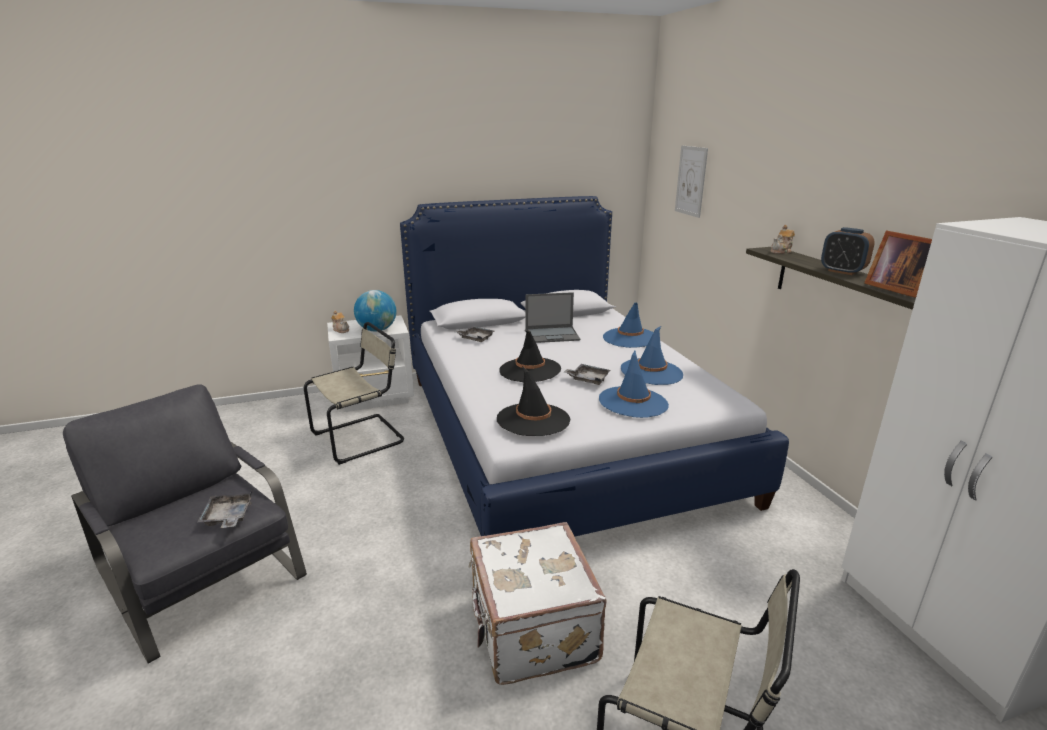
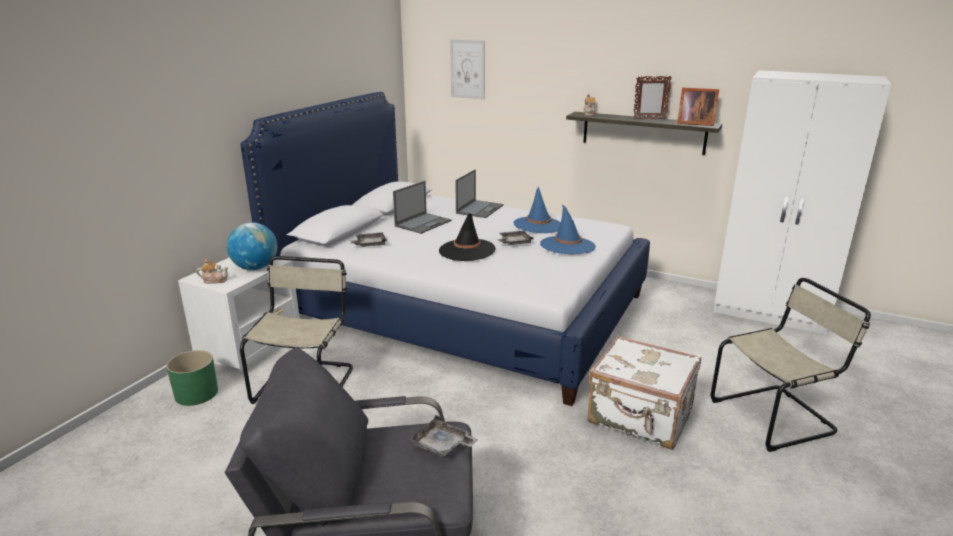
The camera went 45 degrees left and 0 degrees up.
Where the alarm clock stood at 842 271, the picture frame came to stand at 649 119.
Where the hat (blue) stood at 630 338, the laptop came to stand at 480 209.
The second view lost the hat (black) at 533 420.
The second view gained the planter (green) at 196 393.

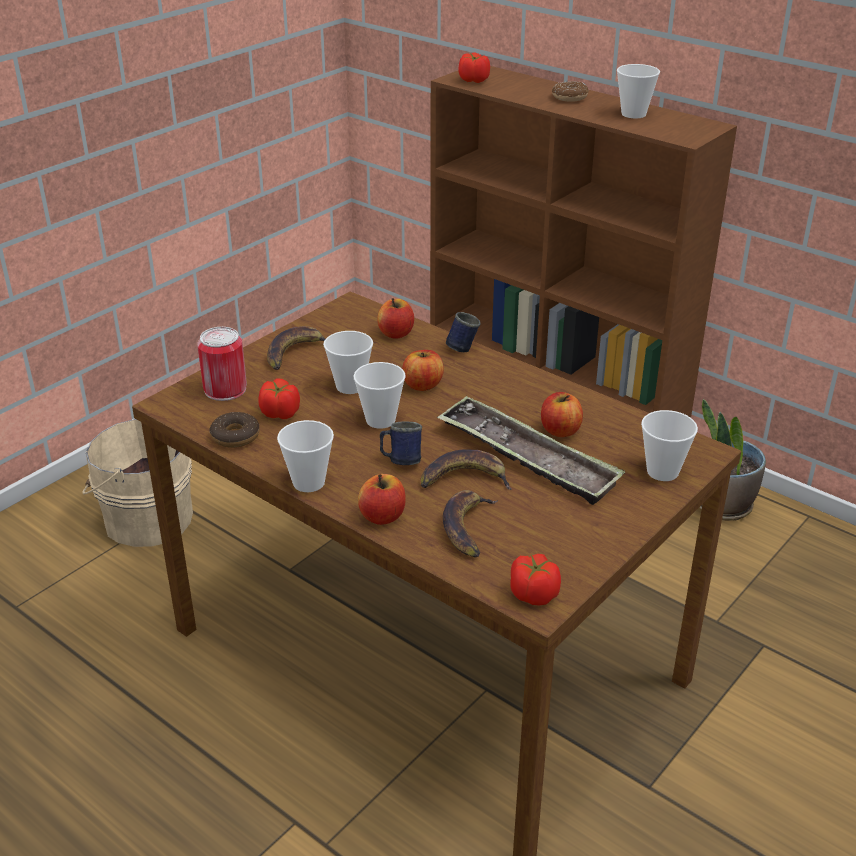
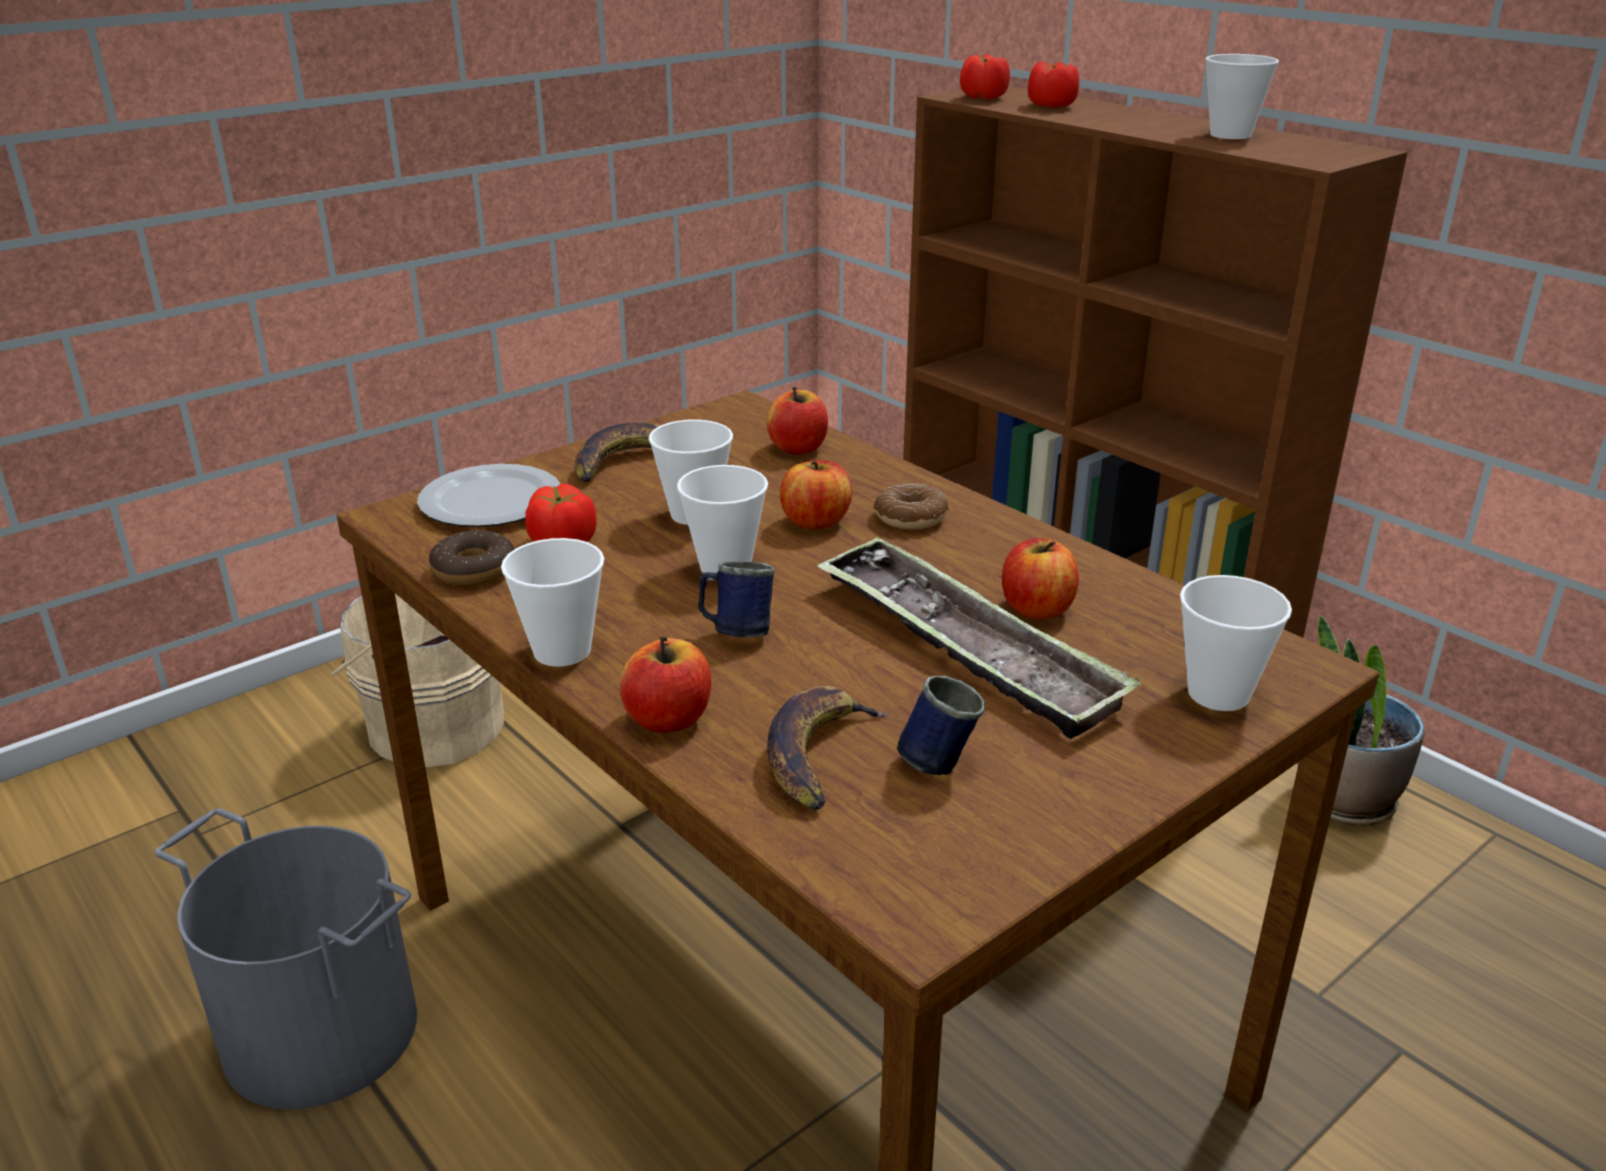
The camera went 10 degrees right and 5 degrees down.
The donut ended up elsewhere, having gone from 569 97 to 910 518.
The mug (blue) ended up elsewhere, having gone from 461 346 to 936 757.
Where the can stood at 225 389, the plate came to stand at 492 503.
The second view lost the banana at 464 478.
The tomato ended up elsewhere, having gone from 533 594 to 1051 106.
The second view gained the bucket (grey) at 323 1029.

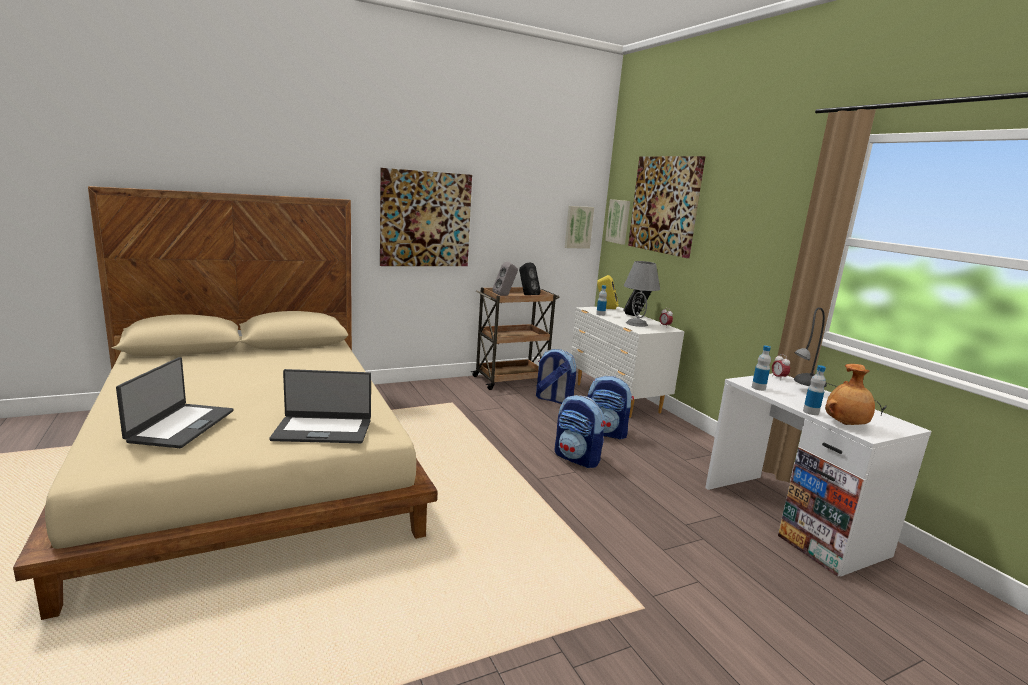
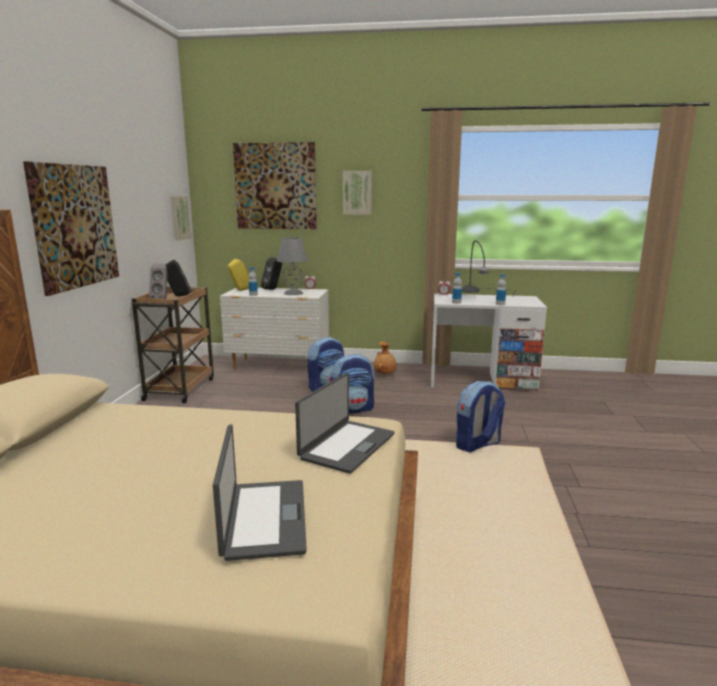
The camera went 55 degrees left and 0 degrees up.
The picture ended up elsewhere, having gone from 619 221 to 357 192.
The backpack ended up elsewhere, having gone from 553 399 to 477 445.
The laptop at 180 426 ended up facing another way, 45 degrees clockwise from before.
The vase (brown) ended up elsewhere, having gone from 846 424 to 385 374.

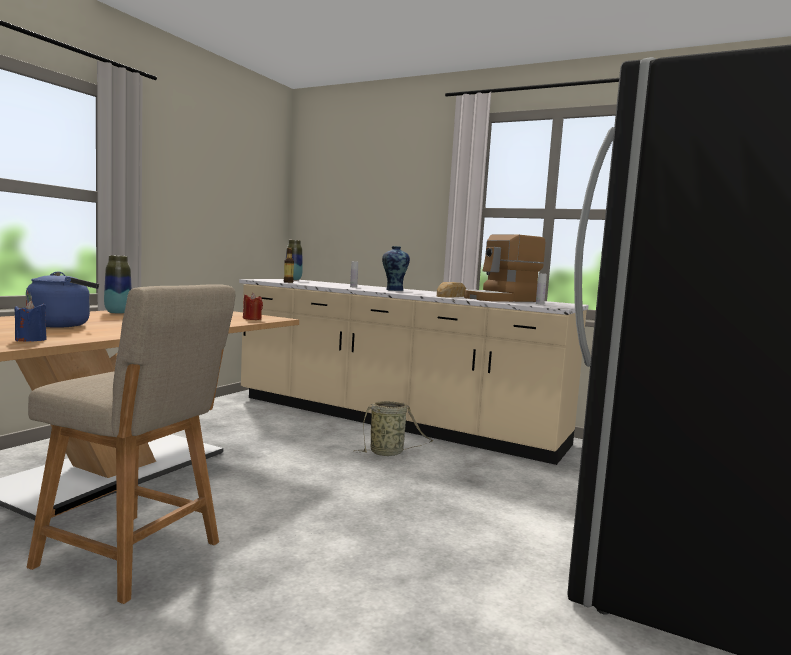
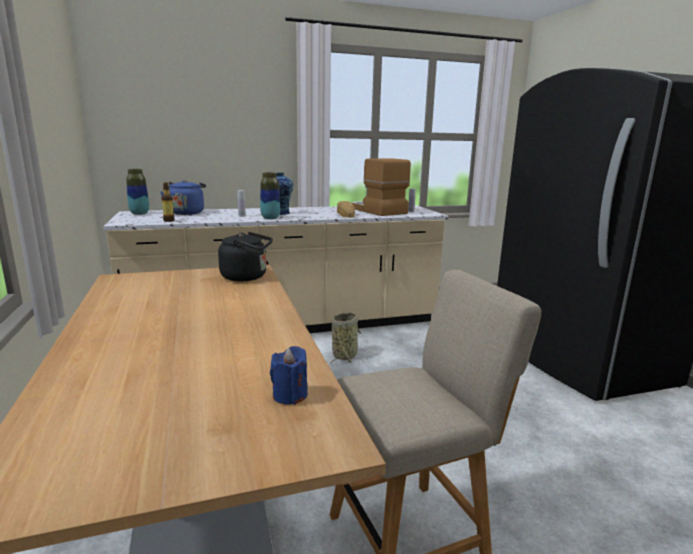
The camera went 45 degrees left and 10 degrees up.
The coffee machine at 501 299 ended up facing another way, 135 degrees clockwise from before.
The vase ended up elsewhere, having gone from 118 313 to 270 218.
The kettle (blue) ended up elsewhere, having gone from 63 325 to 187 213.
Where the candle (red) stood at 252 319, the kettle (black) came to stand at 247 277.

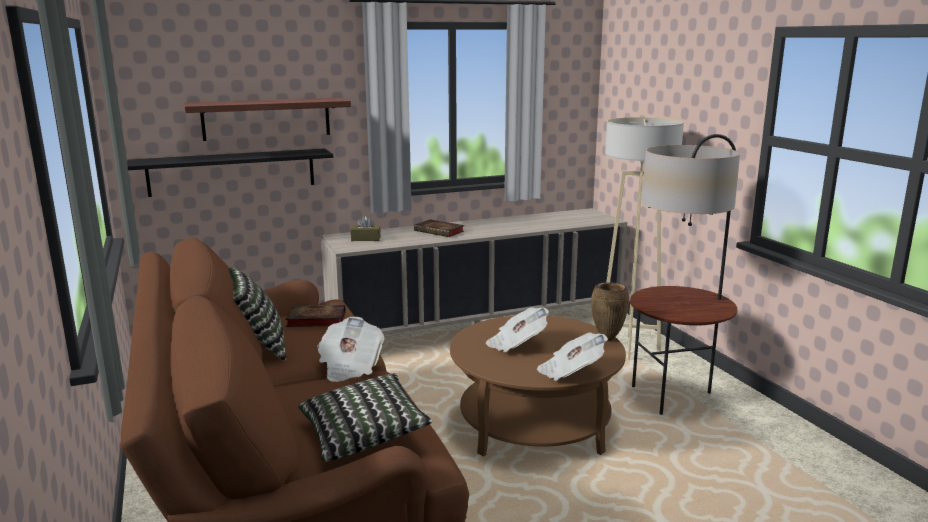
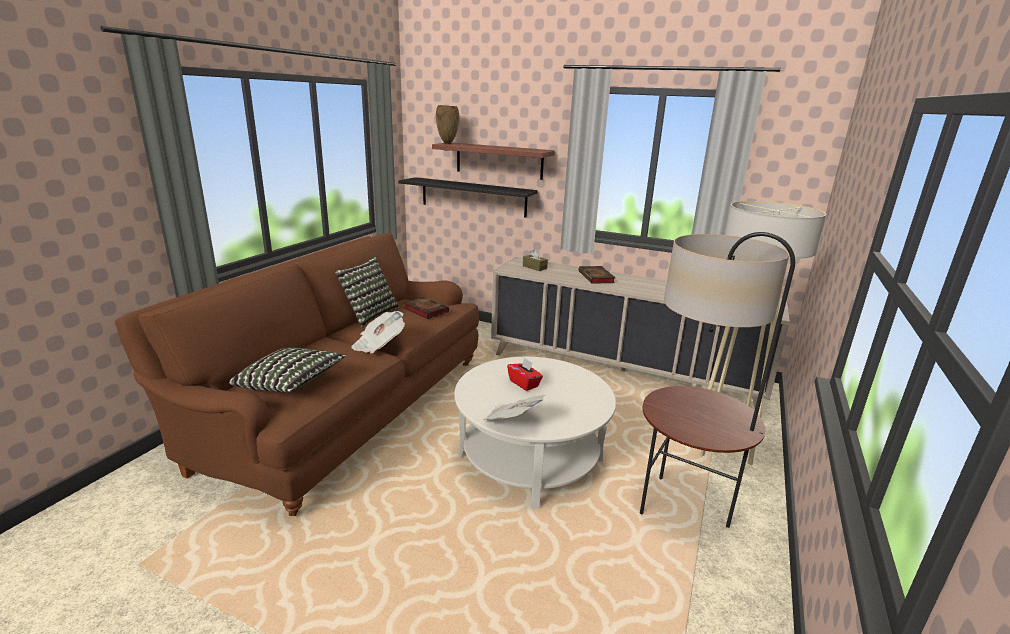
The camera went 45 degrees right and 5 degrees up.
The vase (brown) ended up elsewhere, having gone from 607 339 to 448 144.
Where the newspaper stood at 516 344, the tissue box (red) came to stand at 524 383.
What was the coffee table (brown) at 534 424 turned into the coffee table (white) at 530 458.

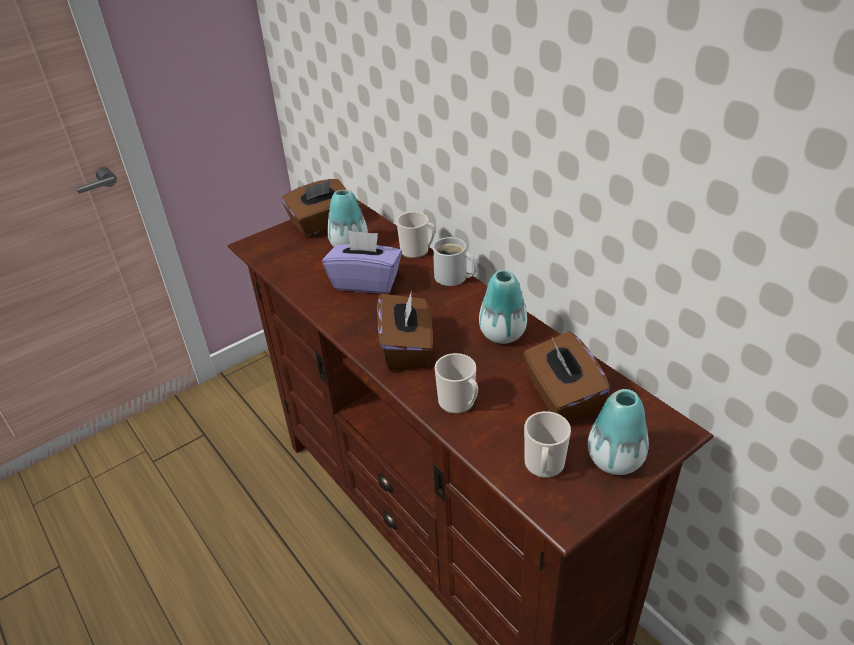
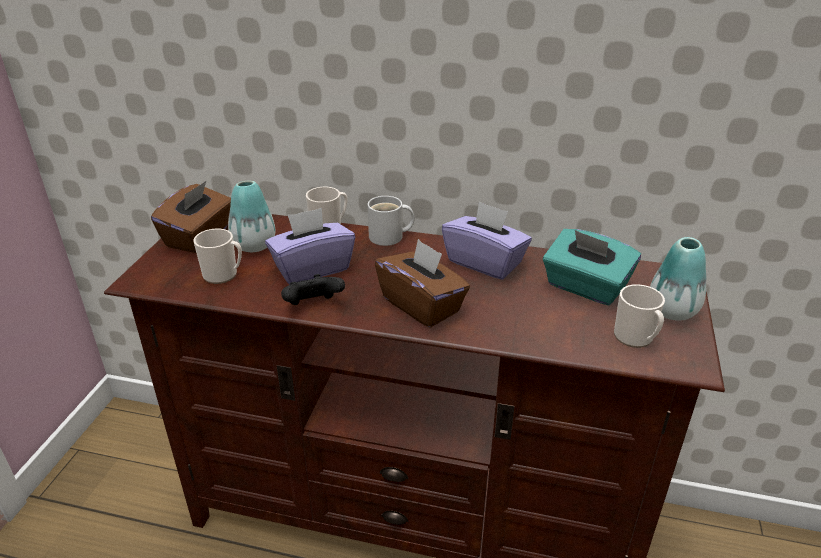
The camera went 40 degrees left and 5 degrees down.
Where the vase stood at 502 334, the tissue box (purple) came to stand at 485 262.
What was the tissue box (brown) at 561 397 turned into the tissue box (turquoise) at 585 287.
The mug ended up elsewhere, having gone from 459 403 to 224 275.
The second view gained the game controller (black) at 313 306.

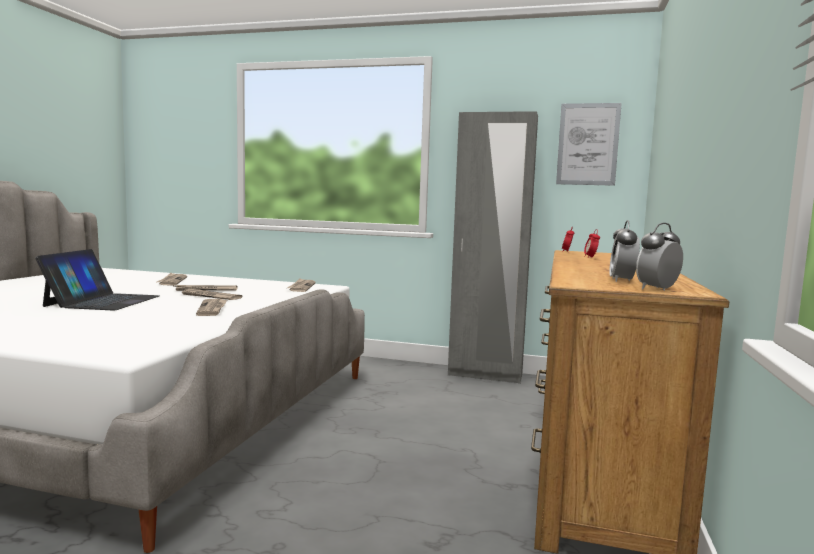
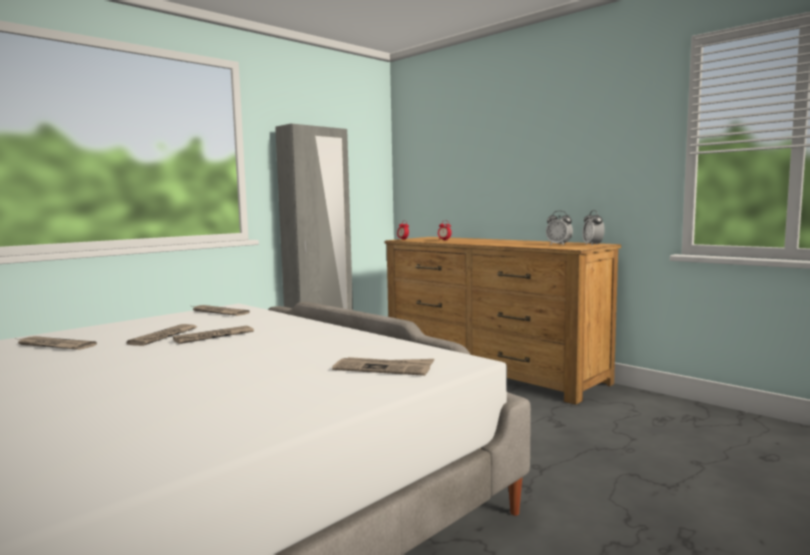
The camera went 60 degrees left and 0 degrees up.
The second view lost the picture at 588 144.
The second view lost the laptop at 103 301.
The newspaper ended up elsewhere, having gone from 212 309 to 384 369.

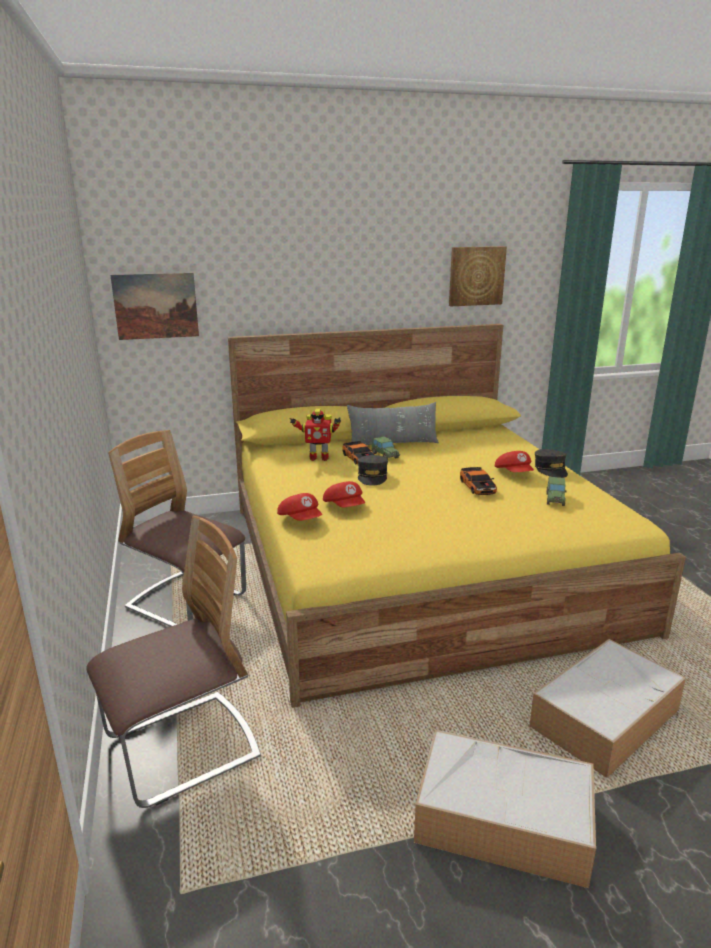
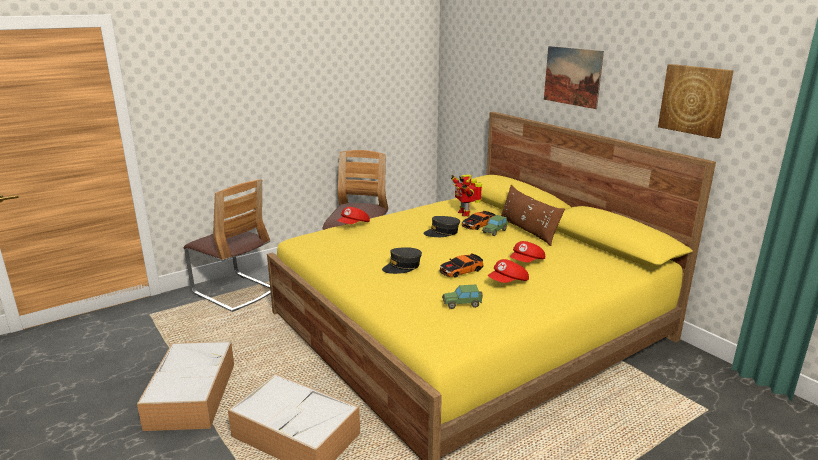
The camera went 70 degrees right and 0 degrees up.
The picture ended up elsewhere, having gone from 156 306 to 572 76.
What was the pillow (grey) at 393 443 turned into the pillow (brown) at 527 231.
The cap (grey) ended up elsewhere, having gone from 550 470 to 402 267.
The cap (red) ended up elsewhere, having gone from 345 507 to 527 262.

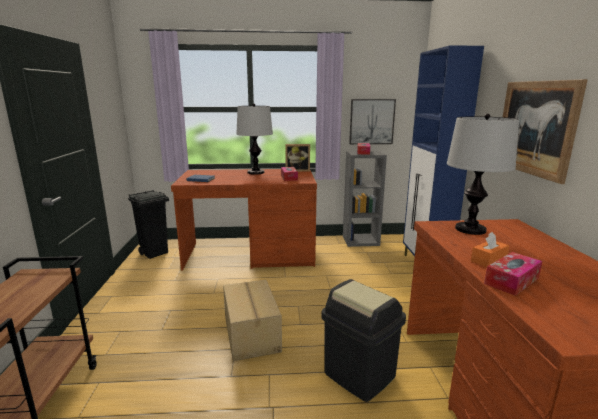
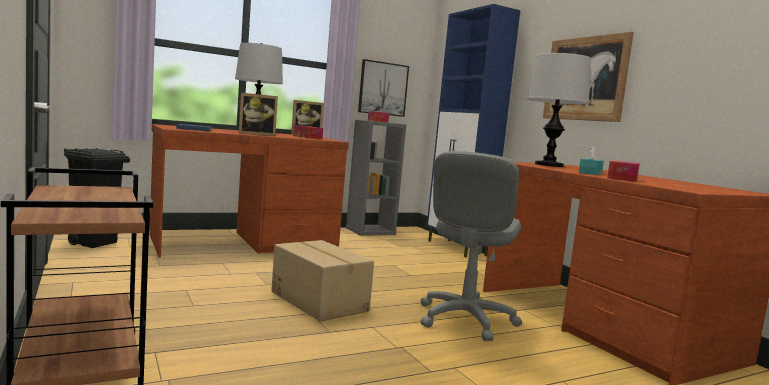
The camera went 25 degrees left and 10 degrees down.
What was the tissue box (orange) at 488 260 turned into the tissue box (turquoise) at 590 173.
Where the trash can (black) stood at 359 375, the office chair (grey) came to stand at 465 319.
The second view gained the picture frame at 256 134.

